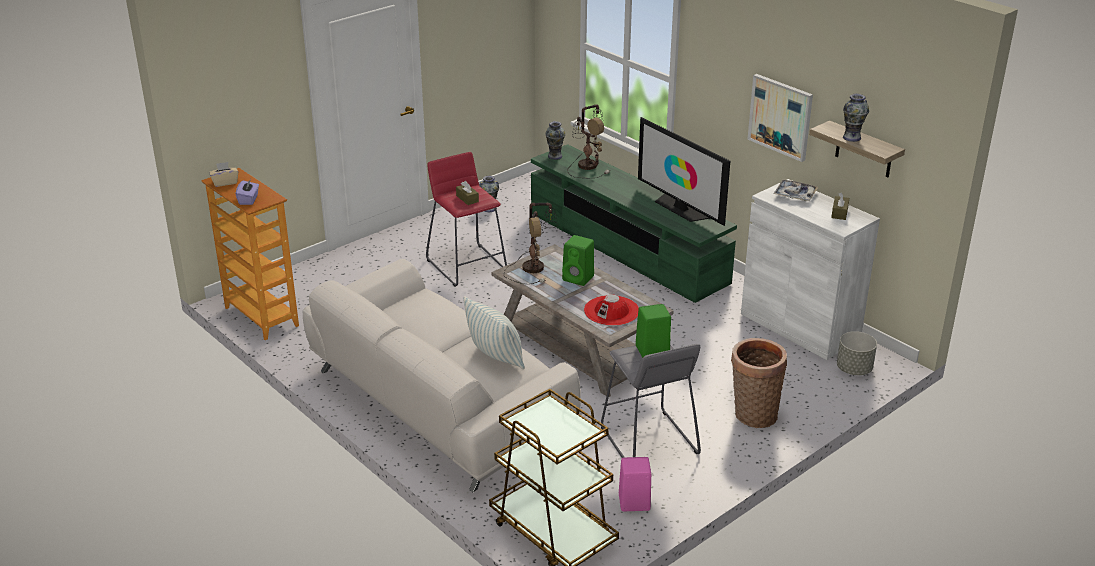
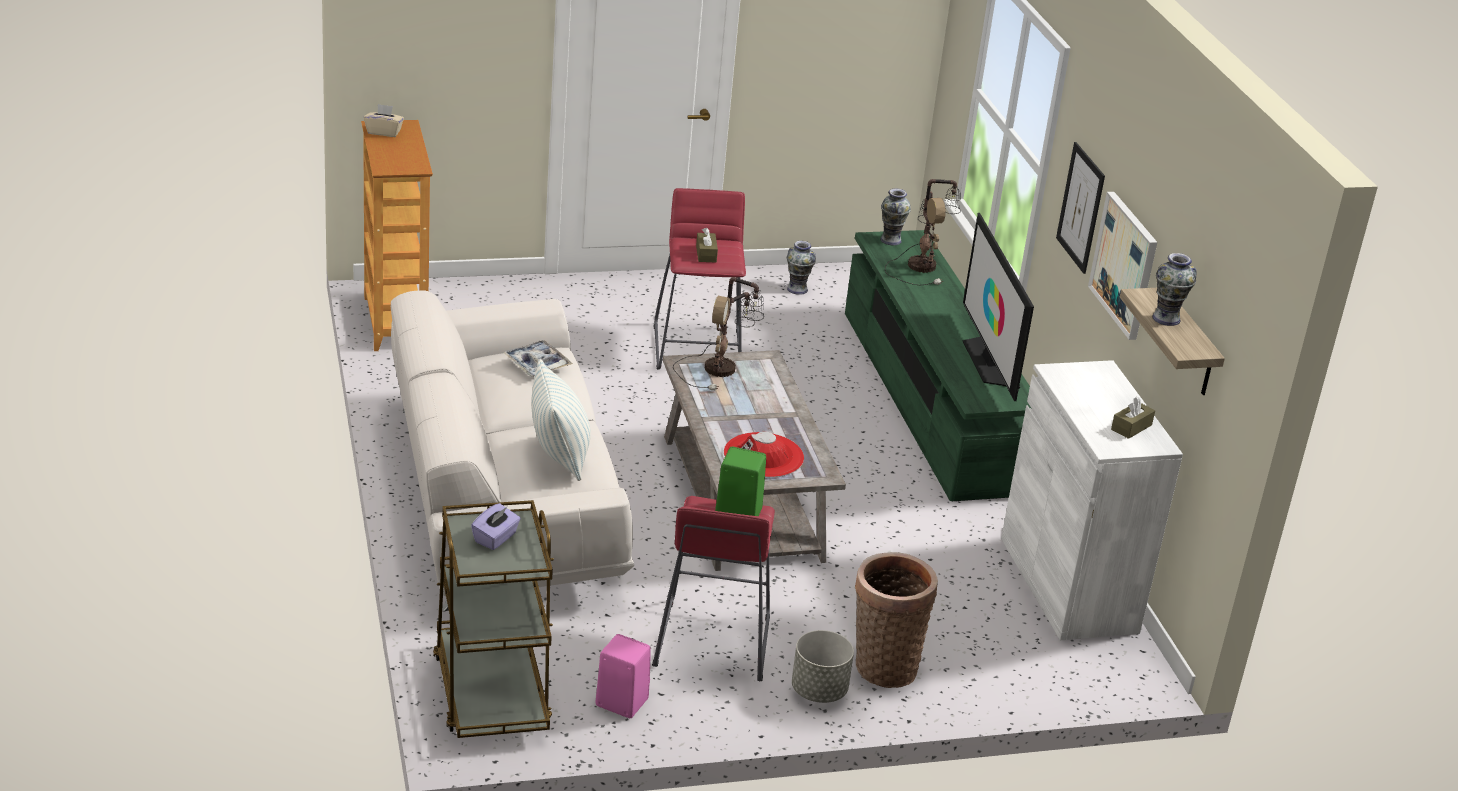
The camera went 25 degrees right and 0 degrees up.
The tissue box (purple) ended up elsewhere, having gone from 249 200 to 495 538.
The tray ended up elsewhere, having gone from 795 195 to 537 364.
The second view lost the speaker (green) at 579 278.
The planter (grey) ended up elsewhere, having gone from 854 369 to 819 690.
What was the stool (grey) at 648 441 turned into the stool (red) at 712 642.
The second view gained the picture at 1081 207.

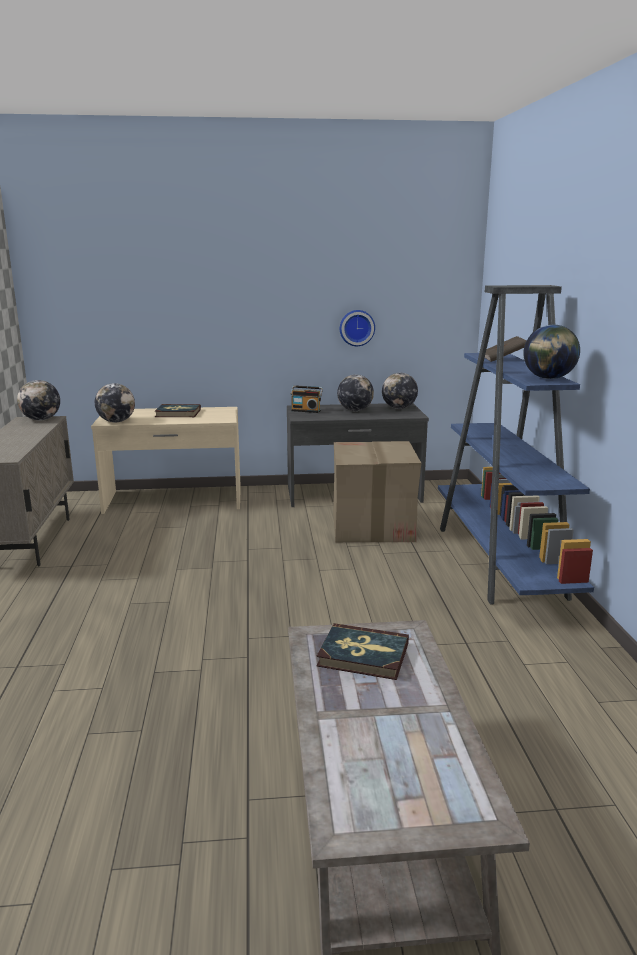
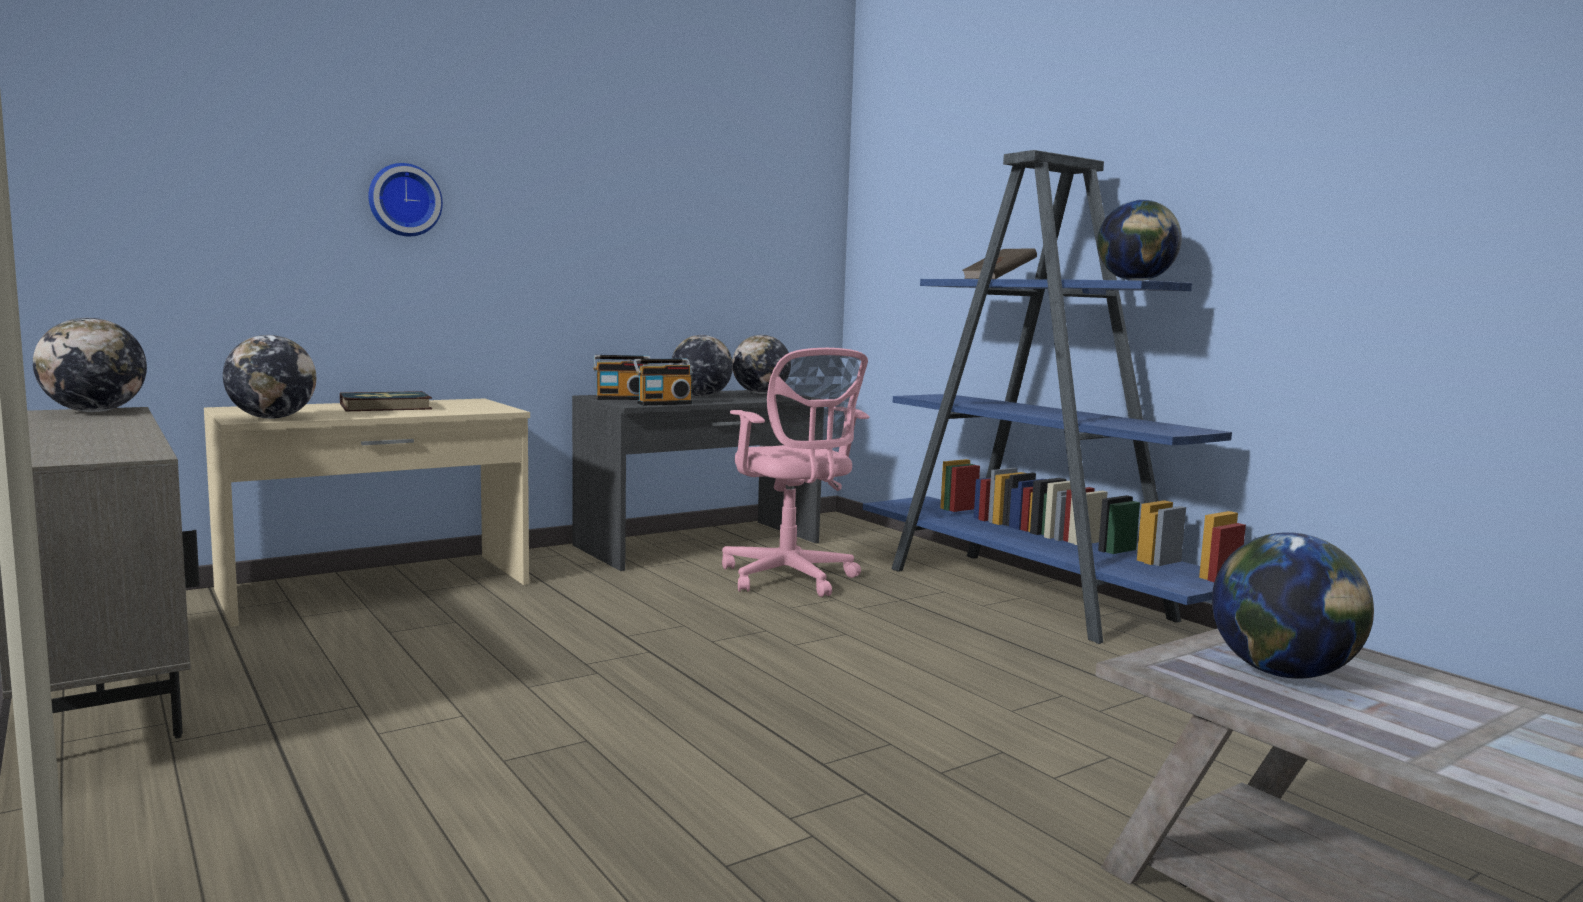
The camera went 30 degrees left and 10 degrees down.
The wall clock ended up elsewhere, having gone from 356 327 to 404 200.
Where the cardboard box stood at 372 526, the office chair (pink) came to stand at 790 579.
Where the book stood at 363 655, the globe came to stand at 1284 673.
The second view gained the radio at 663 403.

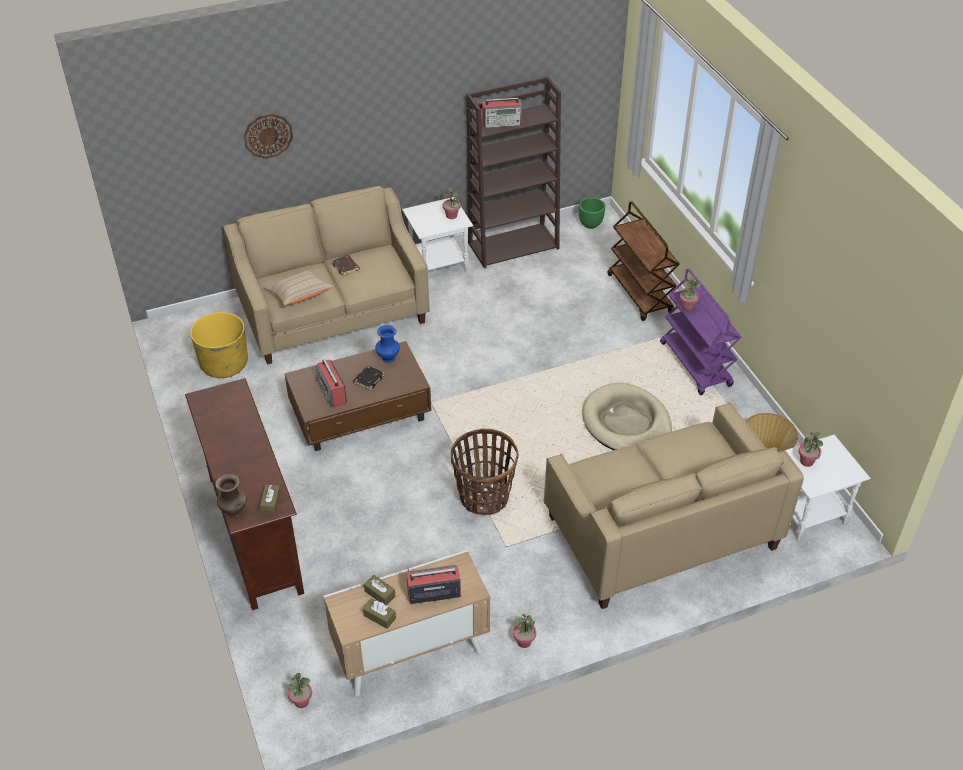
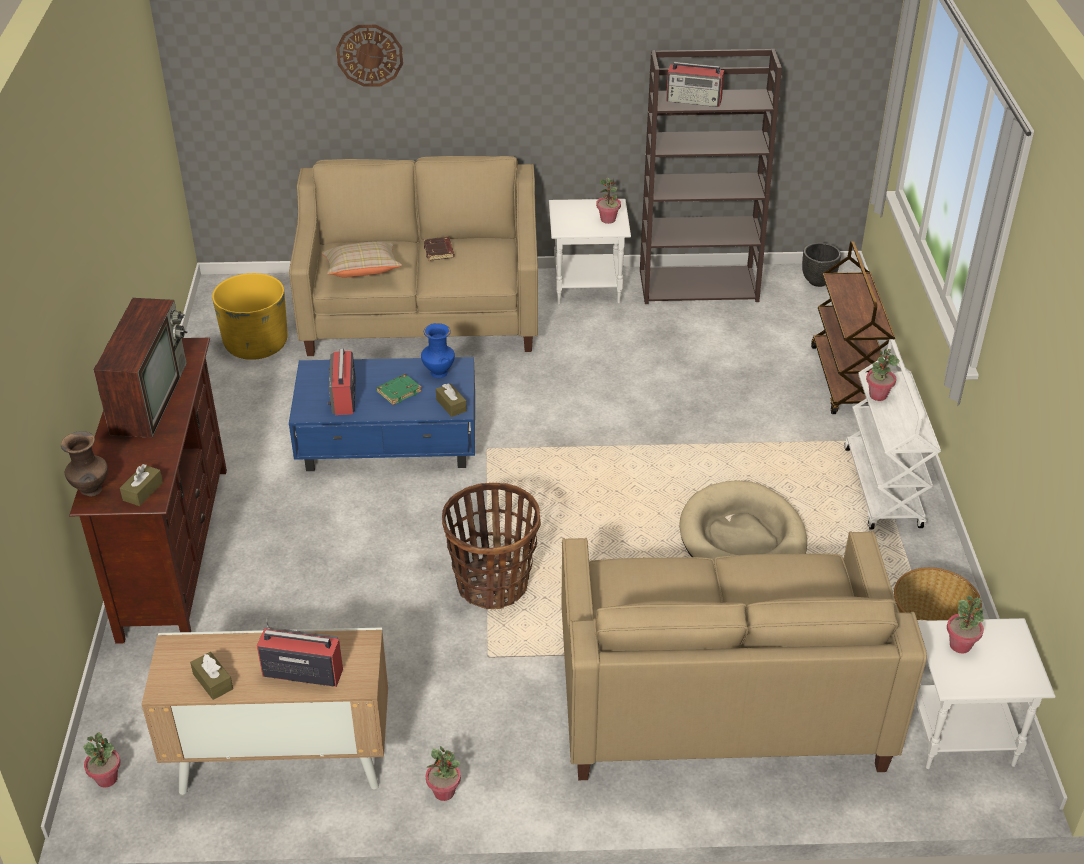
The camera went 20 degrees right and 5 degrees down.
What was the planter (green) at 590 225 turned into the planter (black) at 818 281.
What was the cart (purple) at 696 365 turned into the cart (white) at 883 488.
What was the coffee table (brown) at 361 413 turned into the coffee table (blue) at 390 440.
What was the book (black) at 368 379 turned into the book (green) at 399 391.
The tissue box (brown) ended up elsewhere, having gone from 380 594 to 451 405.
The second view gained the television at 149 396.

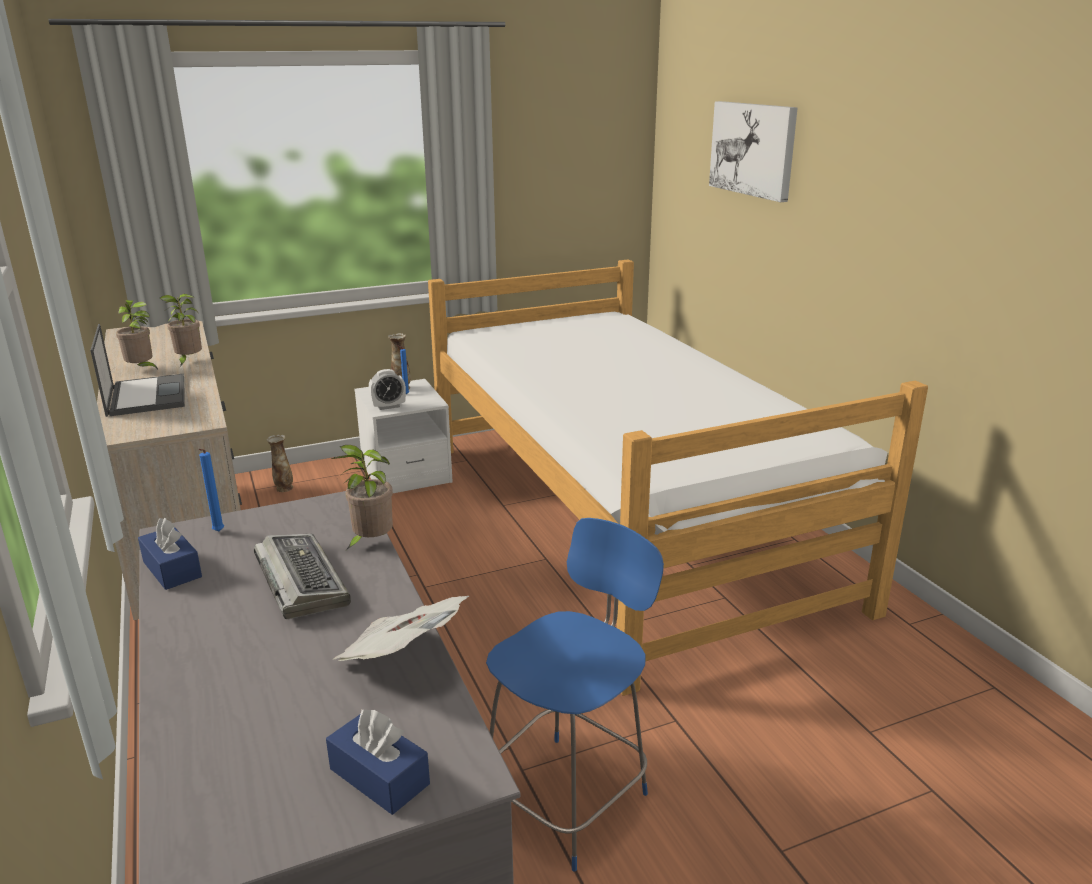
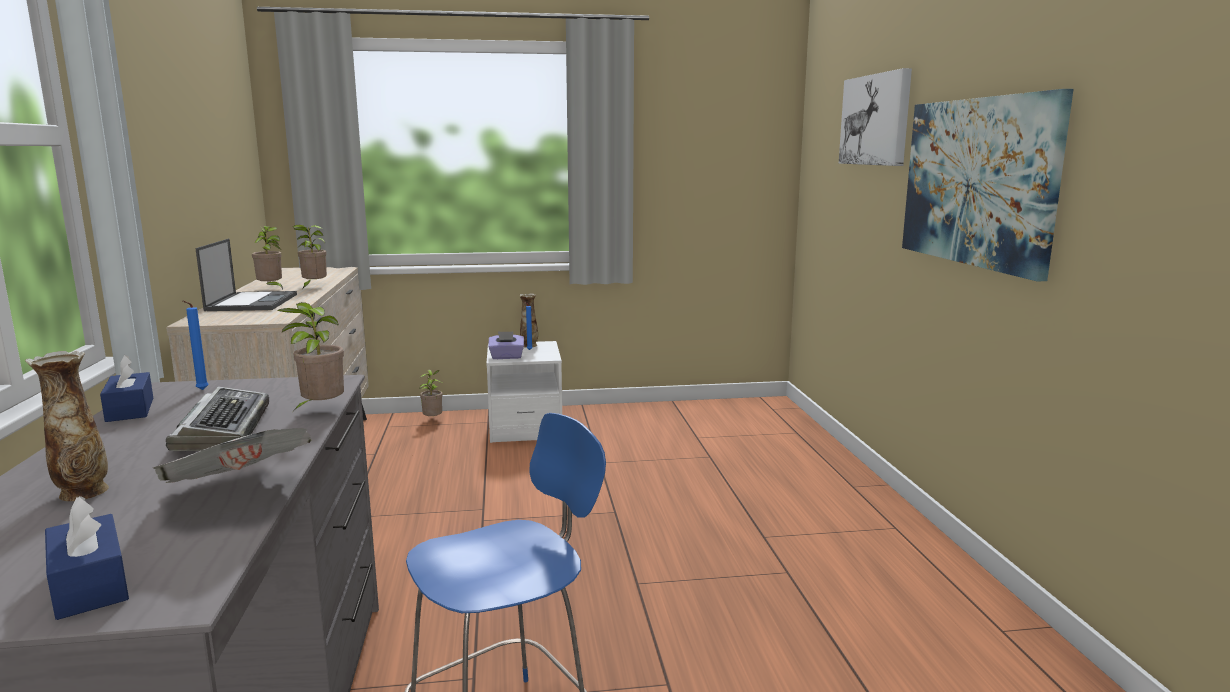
The camera went 15 degrees right and 10 degrees down.
The second view lost the bed at 623 519.
Where the alarm clock stood at 388 406, the tissue box (purple) came to stand at 506 357.
The vase ended up elsewhere, having gone from 284 488 to 82 492.
The second view gained the picture at 977 182.
The second view gained the potted plant at 433 420.

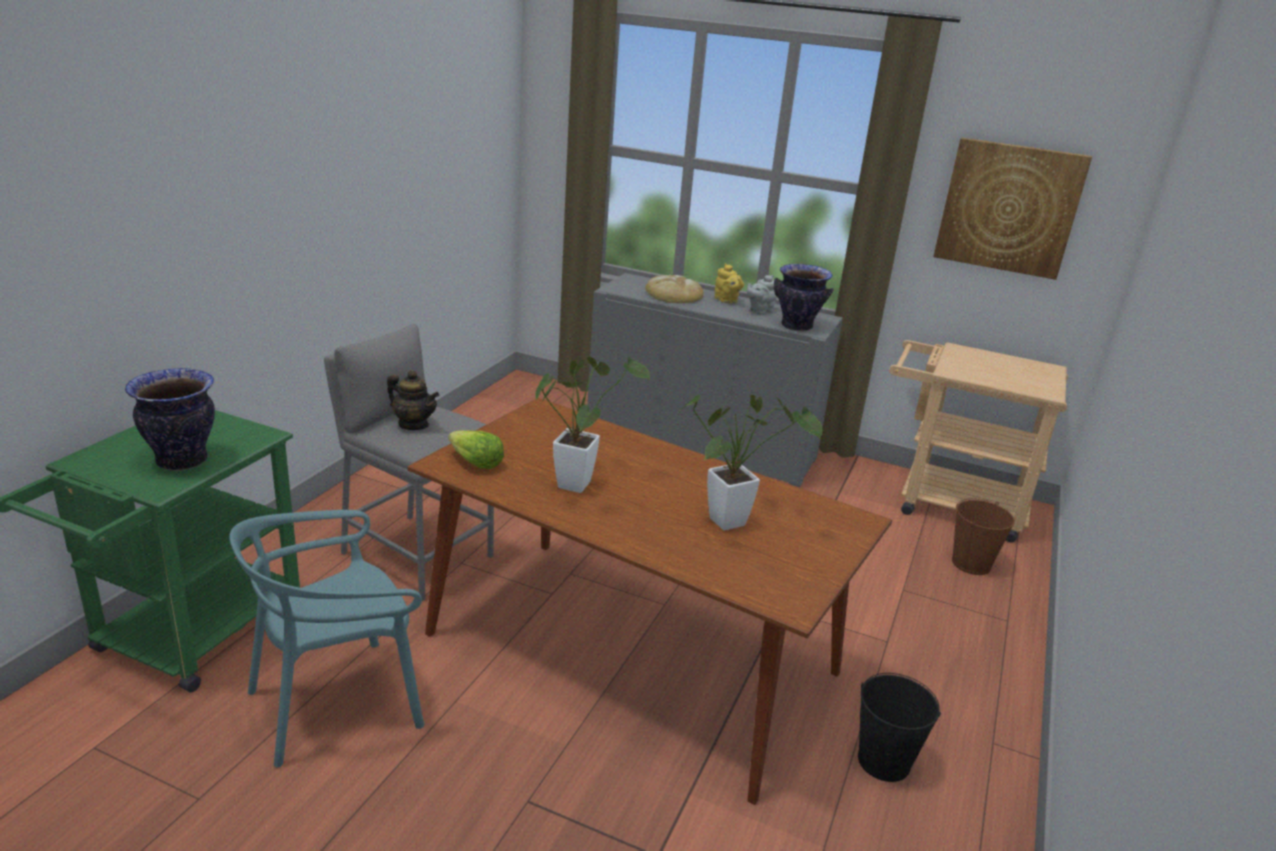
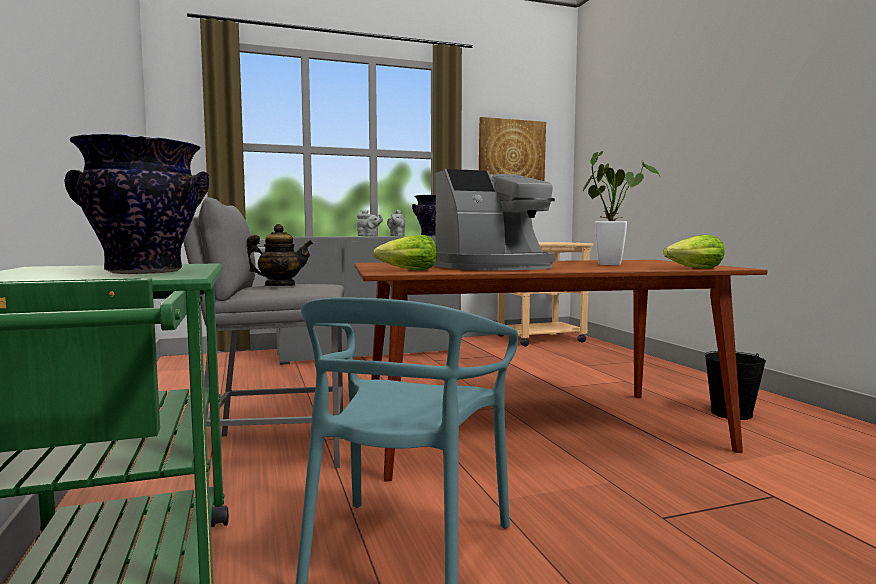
The camera went 40 degrees left and 20 degrees down.
What was the teapot (yellow) at 727 301 turned into the teapot (grey) at 368 236.
The second view lost the bread at 673 294.
Where the potted plant stood at 577 481, the coffee machine came to stand at 494 267.
The second view lost the bucket (brown) at 971 564.
The second view gained the lettuce at 695 268.

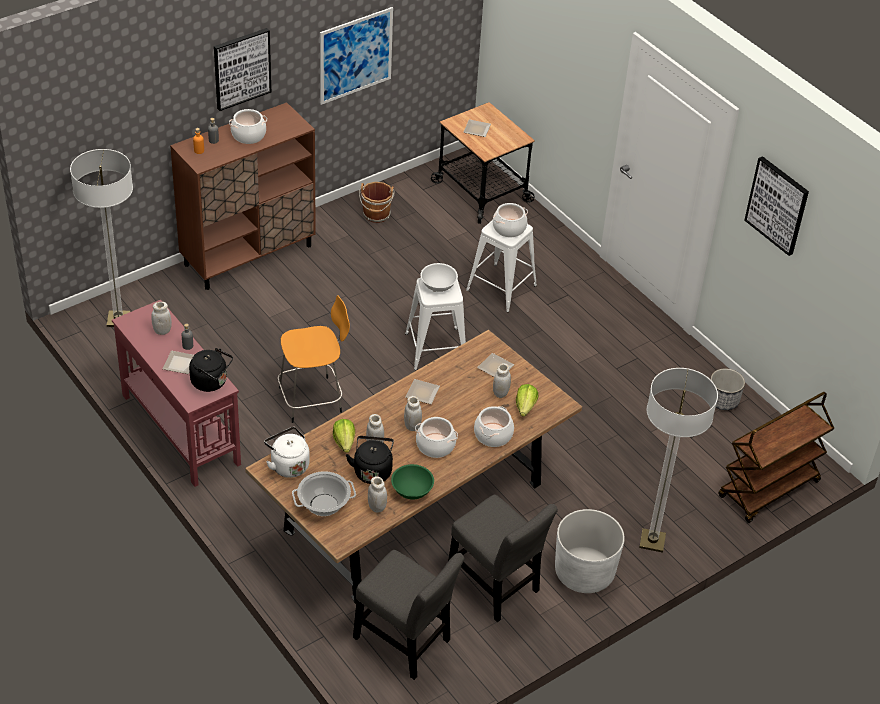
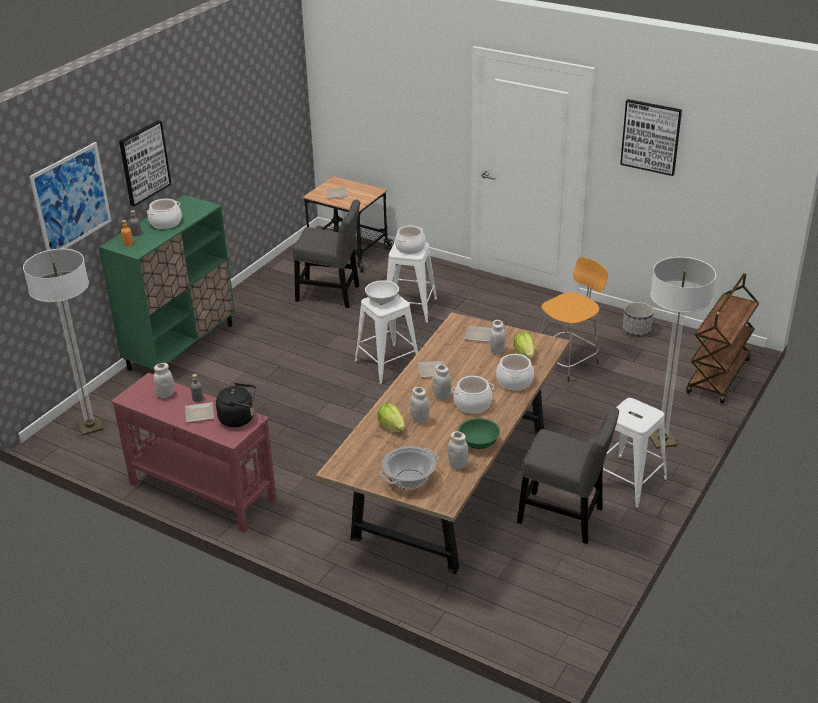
The camera went 20 degrees left and 10 degrees down.
The picture ended up elsewhere, having gone from 355 55 to 71 199.
What was the cabinet (brown) at 248 255 turned into the cabinet (green) at 181 346.
The second view lost the bucket (brown) at 376 215.
The stool (orange) ended up elsewhere, having gone from 313 399 to 568 362.
The second view lost the kettle (white) at 288 465.
The second view lost the kettle (black) at 372 470.
Where the planter (white) stood at 584 572, the stool (white) came to stand at 628 481.
The chair (grey) ended up elsewhere, having gone from 405 642 to 331 294.

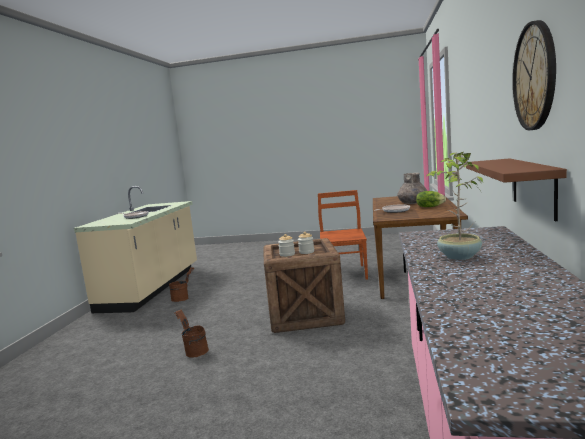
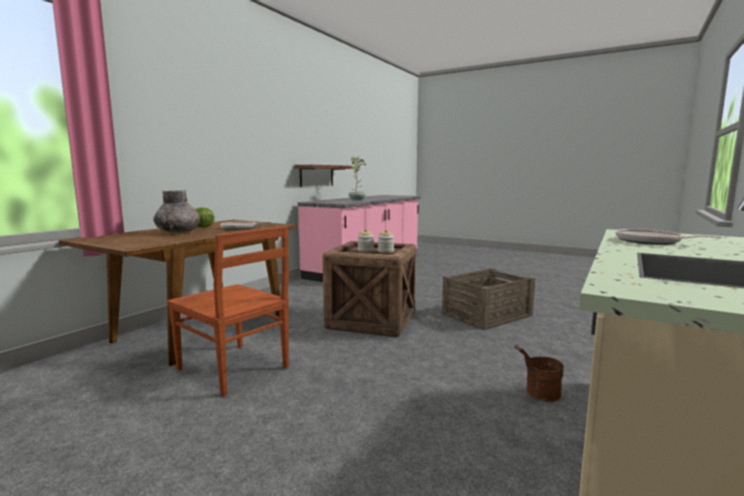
The camera went 160 degrees left and 0 degrees up.
The second view lost the wall clock at 535 76.
The chair (brown) at 345 273 ended up facing another way, 75 degrees counterclockwise from before.
Where the bucket (brown) stood at 194 351, the crate came to stand at 487 314.

